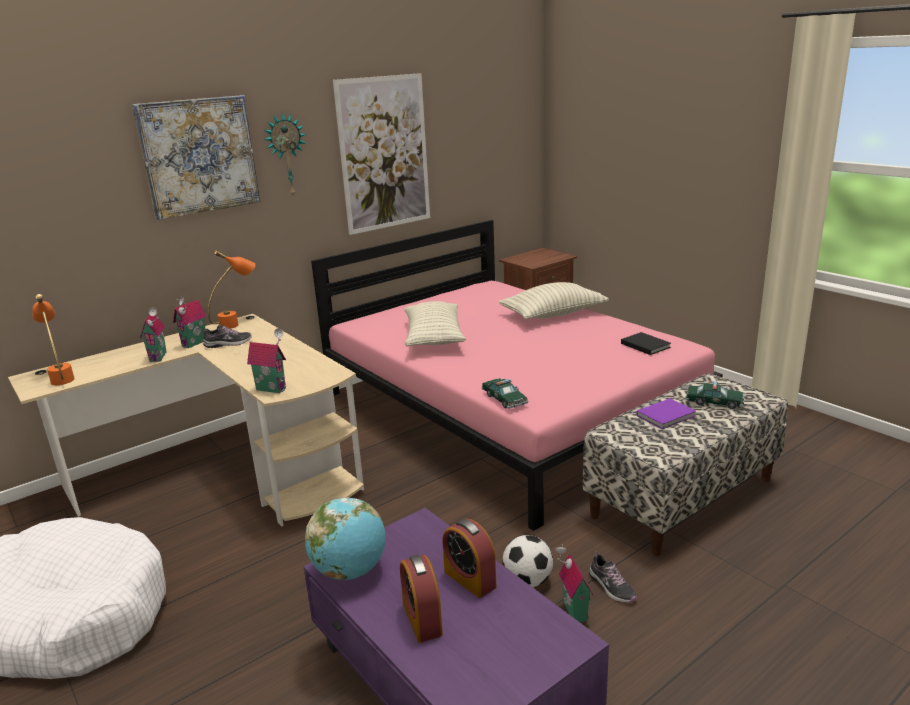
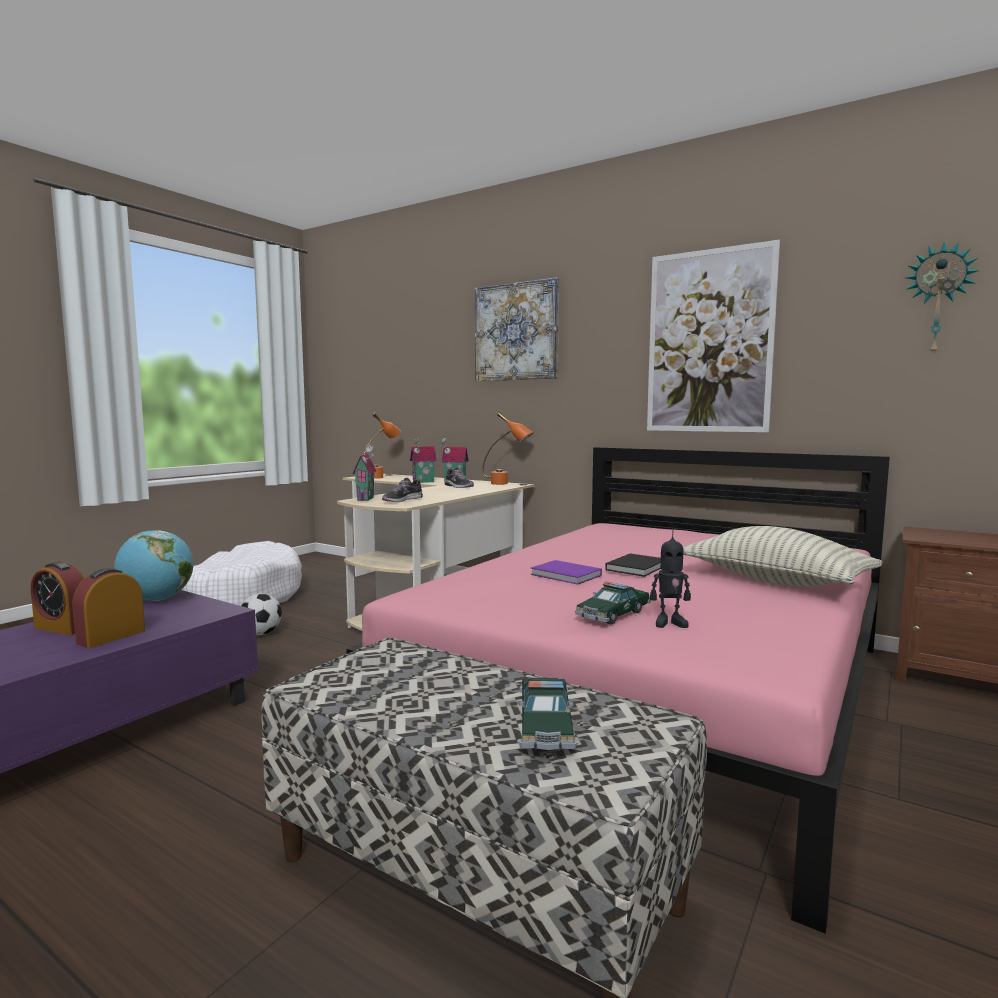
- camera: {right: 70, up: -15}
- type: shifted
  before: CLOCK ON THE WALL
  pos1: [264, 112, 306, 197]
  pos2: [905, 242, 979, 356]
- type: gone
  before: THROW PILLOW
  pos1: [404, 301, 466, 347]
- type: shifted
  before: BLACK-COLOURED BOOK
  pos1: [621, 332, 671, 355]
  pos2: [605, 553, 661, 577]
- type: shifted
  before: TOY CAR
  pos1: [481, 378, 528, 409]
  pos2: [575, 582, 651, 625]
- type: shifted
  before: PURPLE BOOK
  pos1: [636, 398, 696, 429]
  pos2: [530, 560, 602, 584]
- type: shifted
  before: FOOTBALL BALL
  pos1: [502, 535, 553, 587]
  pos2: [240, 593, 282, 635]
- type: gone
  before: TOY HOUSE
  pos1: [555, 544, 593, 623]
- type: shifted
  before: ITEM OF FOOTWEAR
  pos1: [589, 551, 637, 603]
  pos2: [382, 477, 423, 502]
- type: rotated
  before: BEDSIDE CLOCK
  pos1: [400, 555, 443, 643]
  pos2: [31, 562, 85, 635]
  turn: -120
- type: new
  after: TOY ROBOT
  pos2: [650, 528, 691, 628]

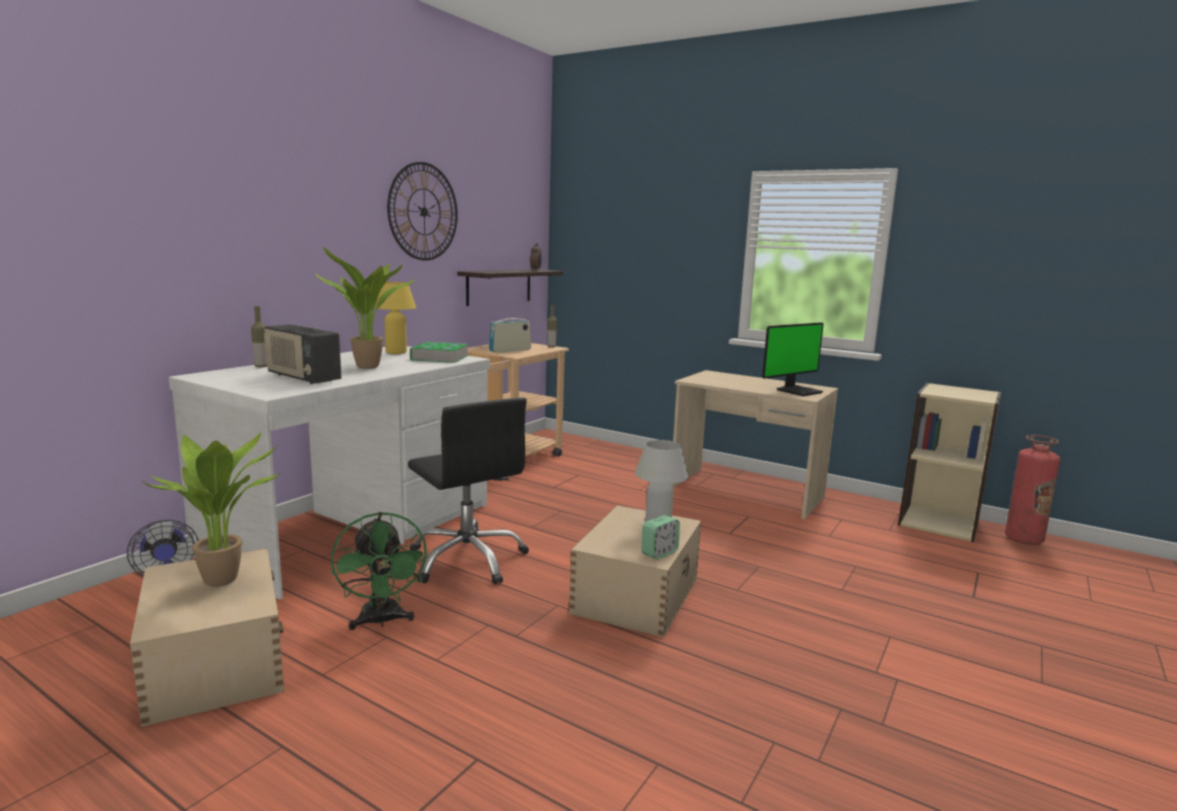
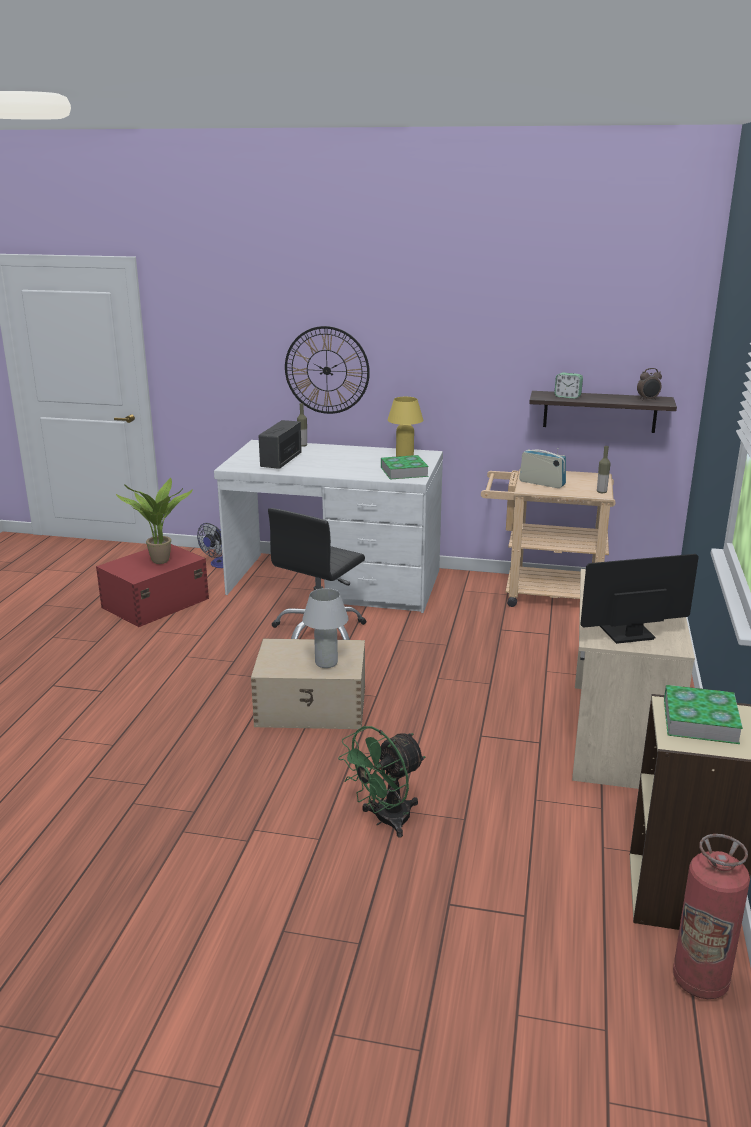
- camera: {right: 70, up: 10}
- type: shifted
  before: CLOCK ON THE WALL
  pos1: [387, 162, 458, 261]
  pos2: [285, 326, 370, 414]
- type: gone
  before: HOUSEPLANT
  pos1: [315, 247, 415, 369]
- type: rotated
  before: COMPUTER DISPLAY
  pos1: [762, 322, 824, 396]
  pos2: [580, 554, 699, 644]
  turn: 135
- type: shifted
  before: GREEN FAN
  pos1: [331, 512, 429, 630]
  pos2: [338, 726, 426, 837]
- type: shifted
  before: BEDSIDE CLOCK
  pos1: [642, 515, 680, 559]
  pos2: [554, 372, 583, 399]
- type: repainted
  before: BEIGE-COLOURED STORAGE CONTAINER
  after: RED STORAGE CONTAINER
  pos1: [130, 548, 284, 727]
  pos2: [96, 544, 209, 627]
- type: new
  after: BOOK
  pos2: [664, 685, 743, 744]

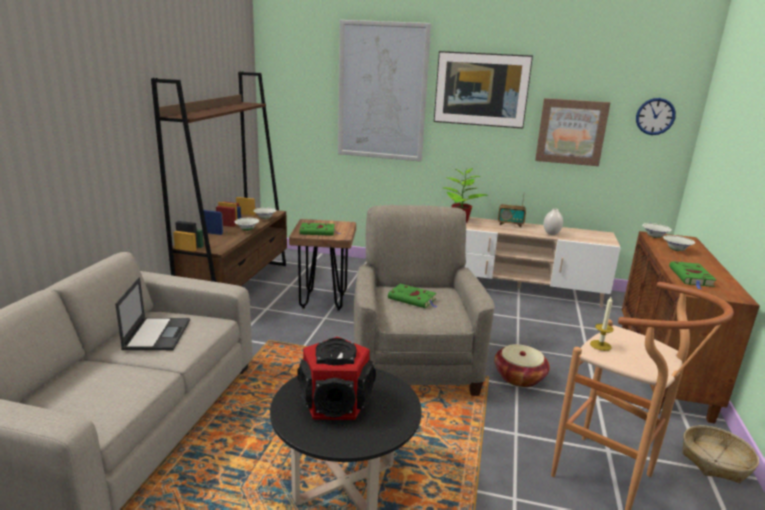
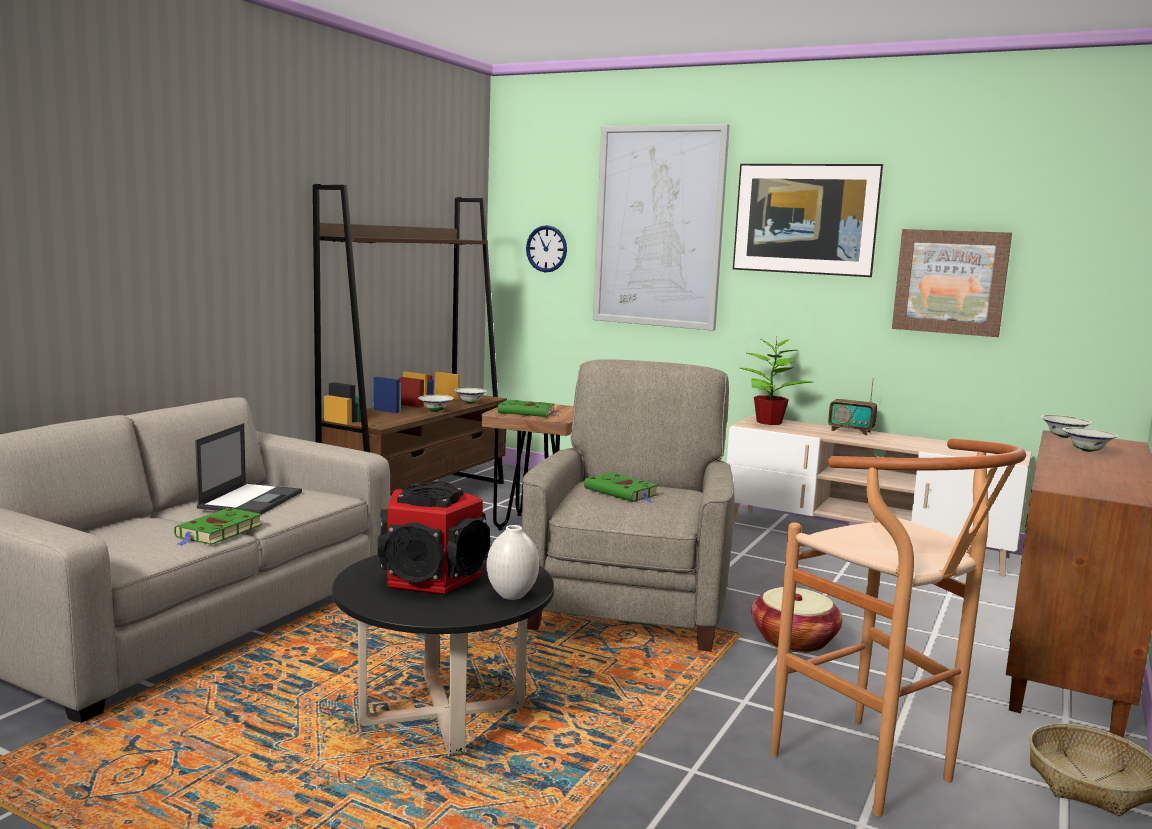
- camera: {right: 15, up: -10}
- type: shifted
  before: CLOCK ON THE WALL
  pos1: [636, 98, 676, 135]
  pos2: [526, 225, 567, 272]
- type: shifted
  before: WHITISH DECORATIVE VASE
  pos1: [544, 209, 563, 235]
  pos2: [487, 525, 539, 600]
- type: shifted
  before: GREEN BOOK
  pos1: [669, 261, 717, 289]
  pos2: [174, 508, 262, 546]
- type: gone
  before: WAX CANDLE
  pos1: [590, 297, 614, 351]

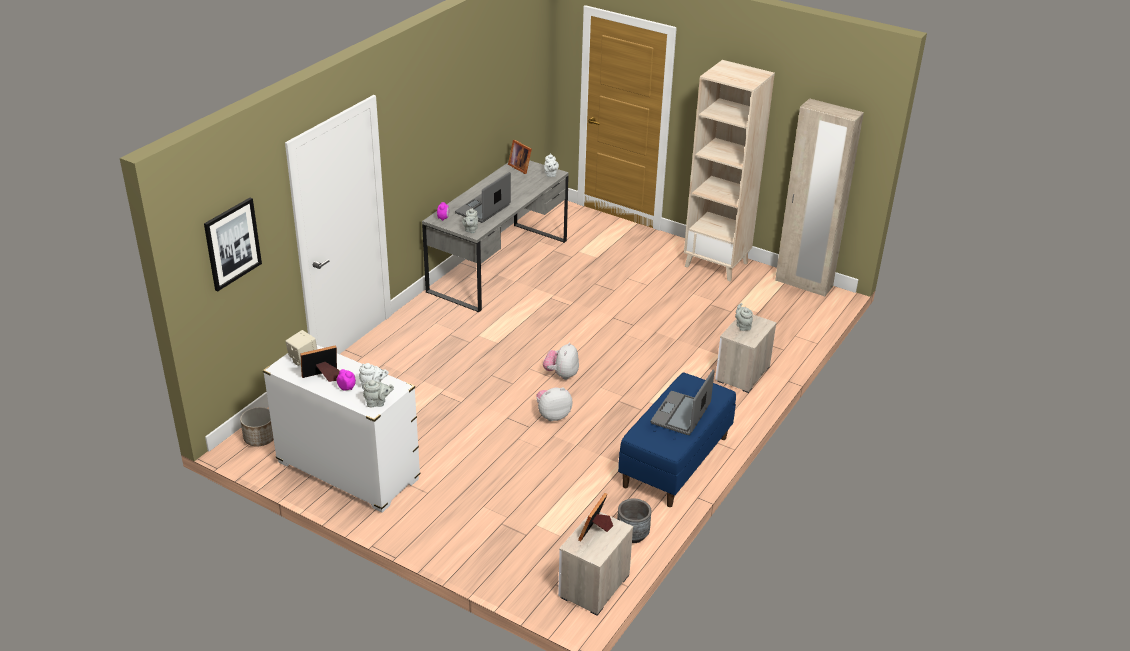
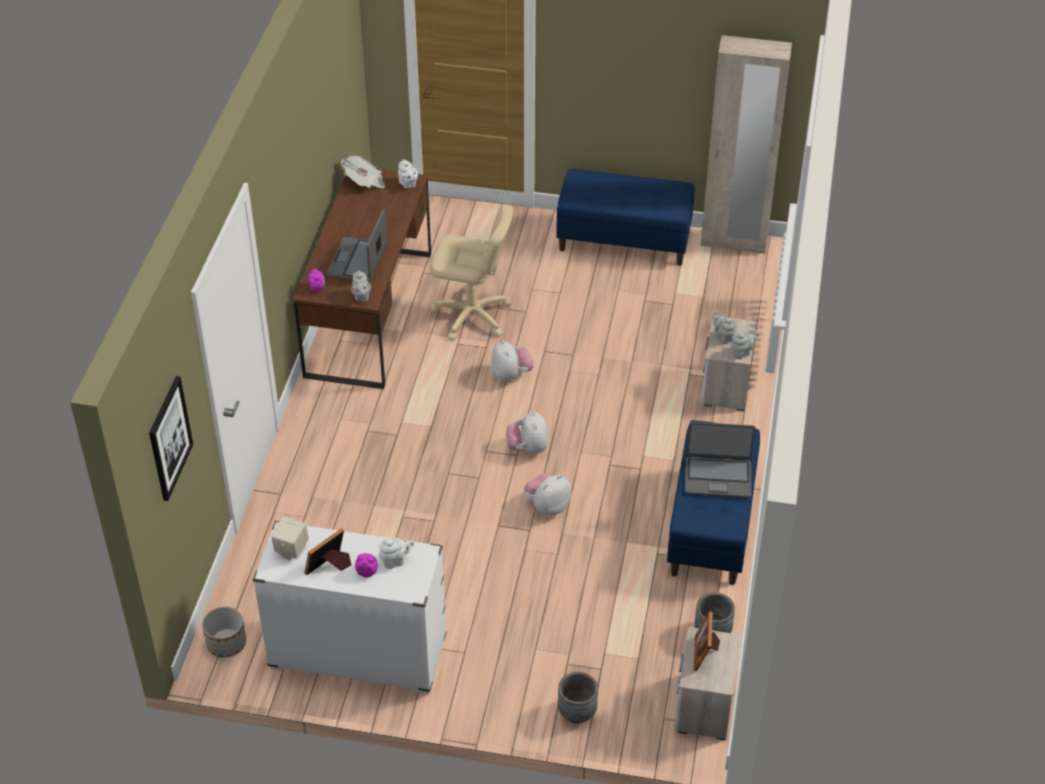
- camera: {right: -20, up: 10}
- type: swapped
  before: BEIGE-COLOURED SHELVING UNIT
  after: BLUE LONG SEAT
  pos1: [684, 60, 775, 282]
  pos2: [556, 169, 695, 266]
- type: swapped
  before: PICTURE FRAME
  after: NEWSPAPER
  pos1: [508, 140, 532, 174]
  pos2: [341, 156, 385, 188]
- type: repainted
  before: GREYISH DESK
  after: BROWN DESK
  pos1: [422, 160, 569, 313]
  pos2: [293, 169, 431, 390]
- type: rotated
  before: PORTABLE COMPUTER
  pos1: [651, 369, 715, 435]
  pos2: [685, 422, 755, 498]
  turn: -90
- type: shifted
  before: GREYISH TEAPOT
  pos1: [363, 380, 394, 407]
  pos2: [731, 332, 759, 359]
- type: new
  after: BEIGE-COLOURED OFFICE CHAIR
  pos2: [430, 204, 513, 341]
- type: new
  after: SOFT TOY
  pos2: [491, 340, 534, 382]
- type: new
  after: GREYISH PLANTER
  pos2: [558, 672, 598, 723]

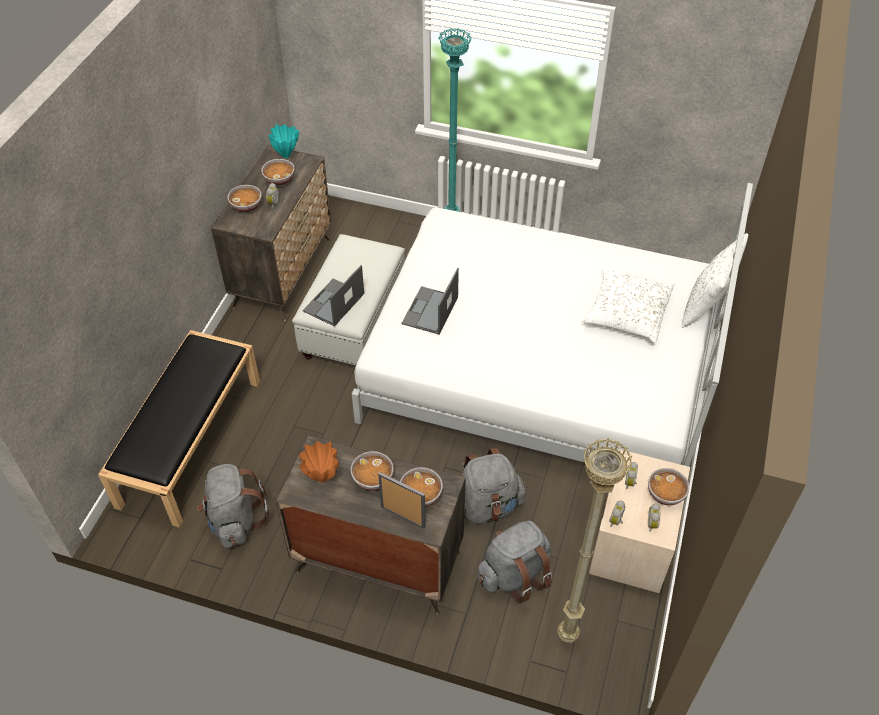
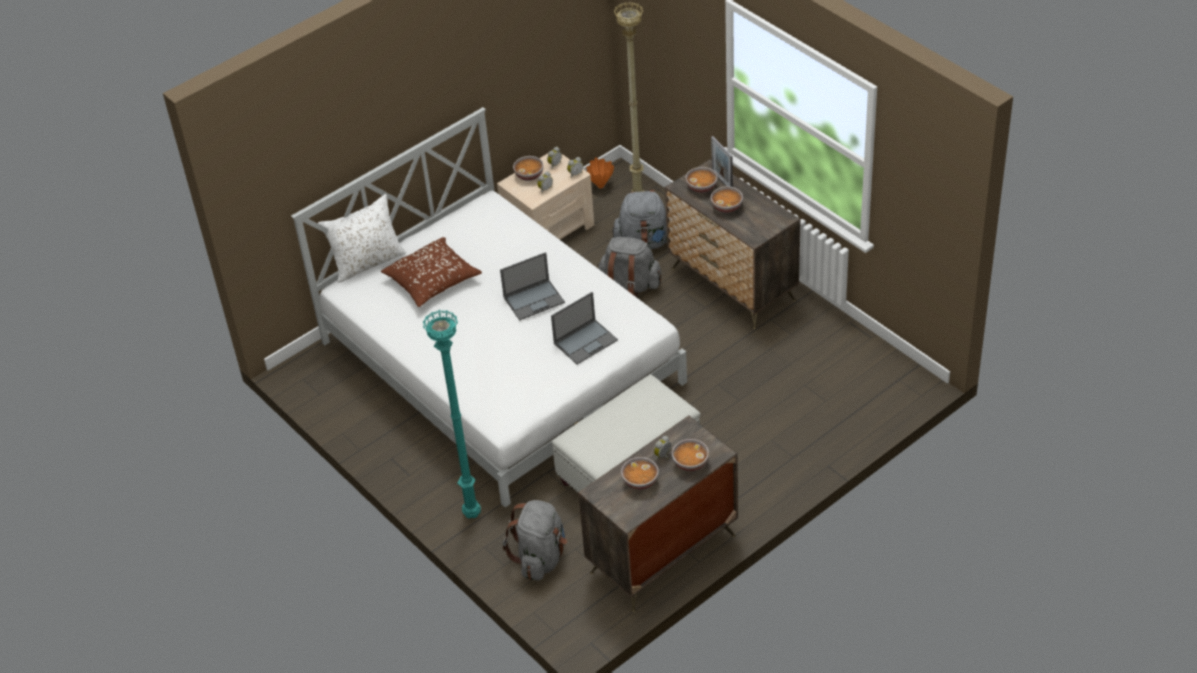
- camera: {right: -145, up: -5}
- type: gone
  before: TURQUOISE-COLOURED DECORATIVE VASE
  pos1: [268, 124, 299, 158]
- type: shifted
  before: PORTABLE COMPUTER
  pos1: [303, 265, 364, 327]
  pos2: [500, 252, 565, 321]
- type: repainted
  before: WHITISH THROW PILLOW
  after: BROWN THROW PILLOW
  pos1: [581, 266, 675, 343]
  pos2: [381, 237, 482, 307]
- type: gone
  before: BLACK-COLOURED LONG SEAT
  pos1: [98, 330, 260, 528]
- type: shifted
  before: ORANGE-COLOURED DECORATIVE VASE
  pos1: [299, 441, 338, 482]
  pos2: [586, 157, 614, 188]
- type: shifted
  before: GREYISH KNAPSACK
  pos1: [196, 464, 269, 548]
  pos2: [503, 500, 567, 581]

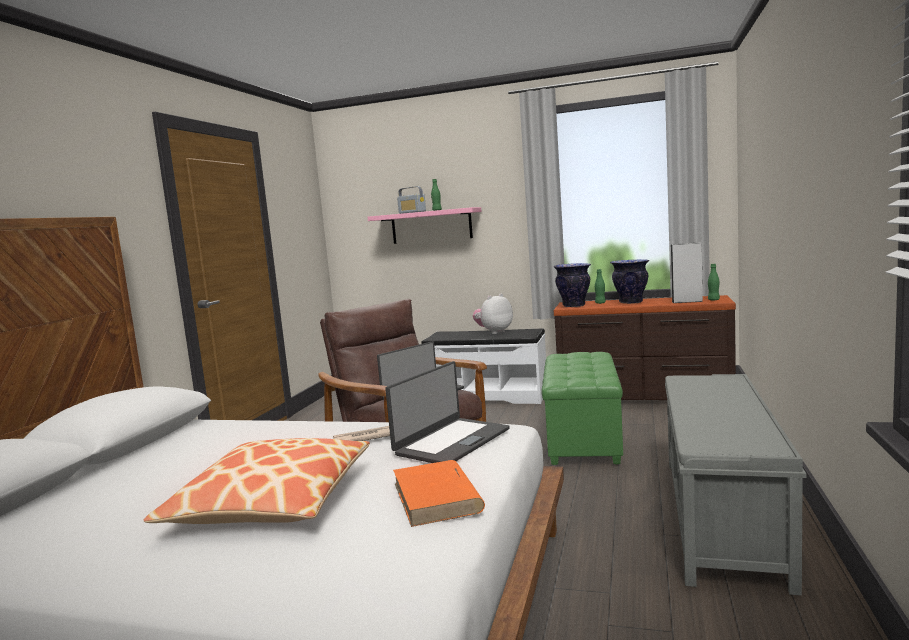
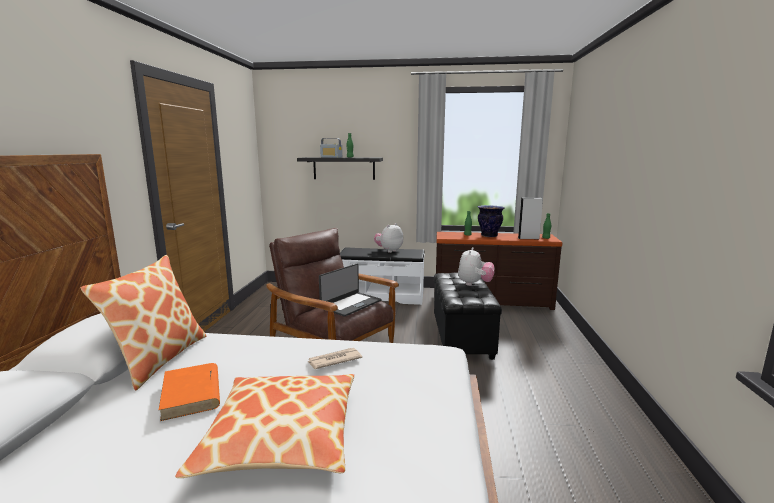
- camera: {right: -10, up: 5}
- type: repainted
  before: PINK-COLOURED SHELF
  after: BLACK-COLOURED SHELF
  pos1: [368, 207, 482, 244]
  pos2: [297, 157, 383, 180]
- type: gone
  before: DECORATIVE VASE
  pos1: [554, 263, 591, 307]
- type: repainted
  before: GREEN FOOTREST
  after: BLACK-COLOURED FOOTREST
  pos1: [541, 352, 623, 465]
  pos2: [434, 273, 502, 360]
- type: gone
  before: PORTABLE COMPUTER
  pos1: [385, 361, 510, 463]
- type: gone
  before: GREYISH LONG SEAT
  pos1: [665, 374, 807, 596]
- type: shifted
  before: ORANGE-COLOURED BOOK
  pos1: [393, 460, 485, 527]
  pos2: [159, 363, 220, 421]
- type: new
  after: SOFT TOY
  pos2: [458, 247, 495, 286]
- type: new
  after: THROW PILLOW
  pos2: [81, 255, 206, 391]

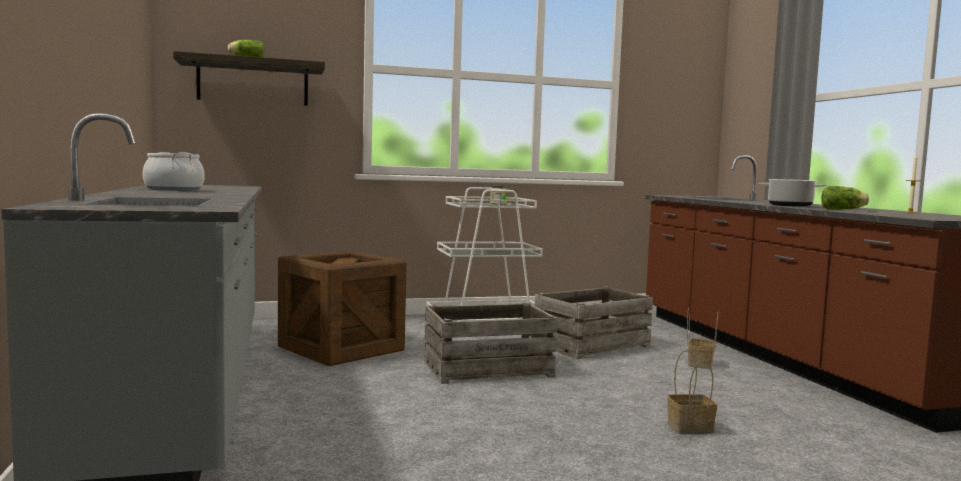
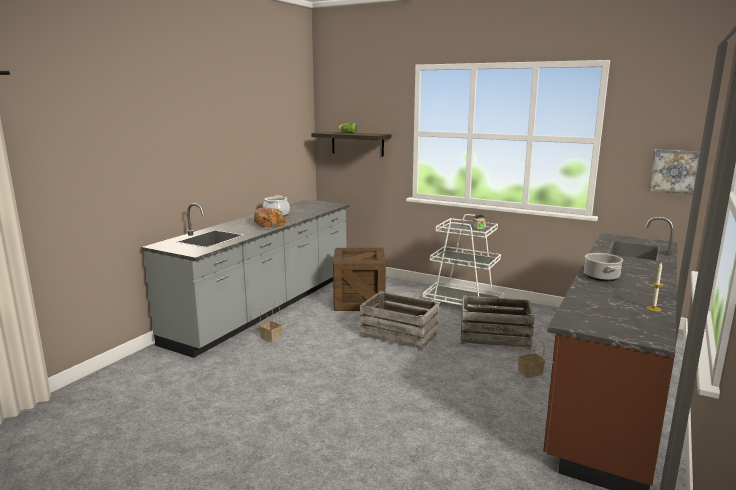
- camera: {right: 45, up: 10}
- type: gone
  before: HEAD OF LETTUCE
  pos1: [821, 186, 869, 209]
- type: shifted
  before: STORAGE BASKET
  pos1: [667, 350, 717, 434]
  pos2: [259, 303, 282, 342]
- type: new
  after: WALL PICTURE
  pos2: [649, 150, 700, 194]
- type: new
  after: BAKERY BREAD
  pos2: [254, 208, 287, 227]

